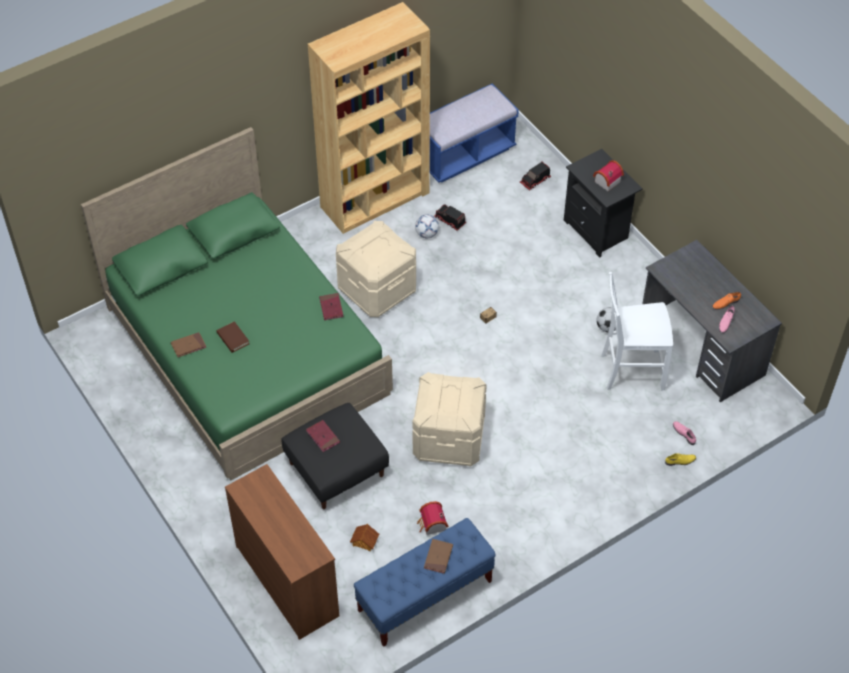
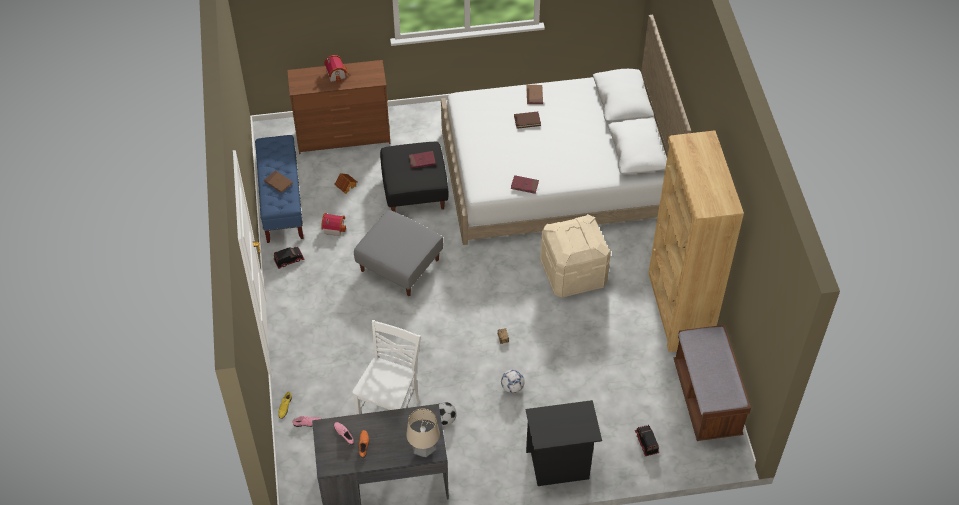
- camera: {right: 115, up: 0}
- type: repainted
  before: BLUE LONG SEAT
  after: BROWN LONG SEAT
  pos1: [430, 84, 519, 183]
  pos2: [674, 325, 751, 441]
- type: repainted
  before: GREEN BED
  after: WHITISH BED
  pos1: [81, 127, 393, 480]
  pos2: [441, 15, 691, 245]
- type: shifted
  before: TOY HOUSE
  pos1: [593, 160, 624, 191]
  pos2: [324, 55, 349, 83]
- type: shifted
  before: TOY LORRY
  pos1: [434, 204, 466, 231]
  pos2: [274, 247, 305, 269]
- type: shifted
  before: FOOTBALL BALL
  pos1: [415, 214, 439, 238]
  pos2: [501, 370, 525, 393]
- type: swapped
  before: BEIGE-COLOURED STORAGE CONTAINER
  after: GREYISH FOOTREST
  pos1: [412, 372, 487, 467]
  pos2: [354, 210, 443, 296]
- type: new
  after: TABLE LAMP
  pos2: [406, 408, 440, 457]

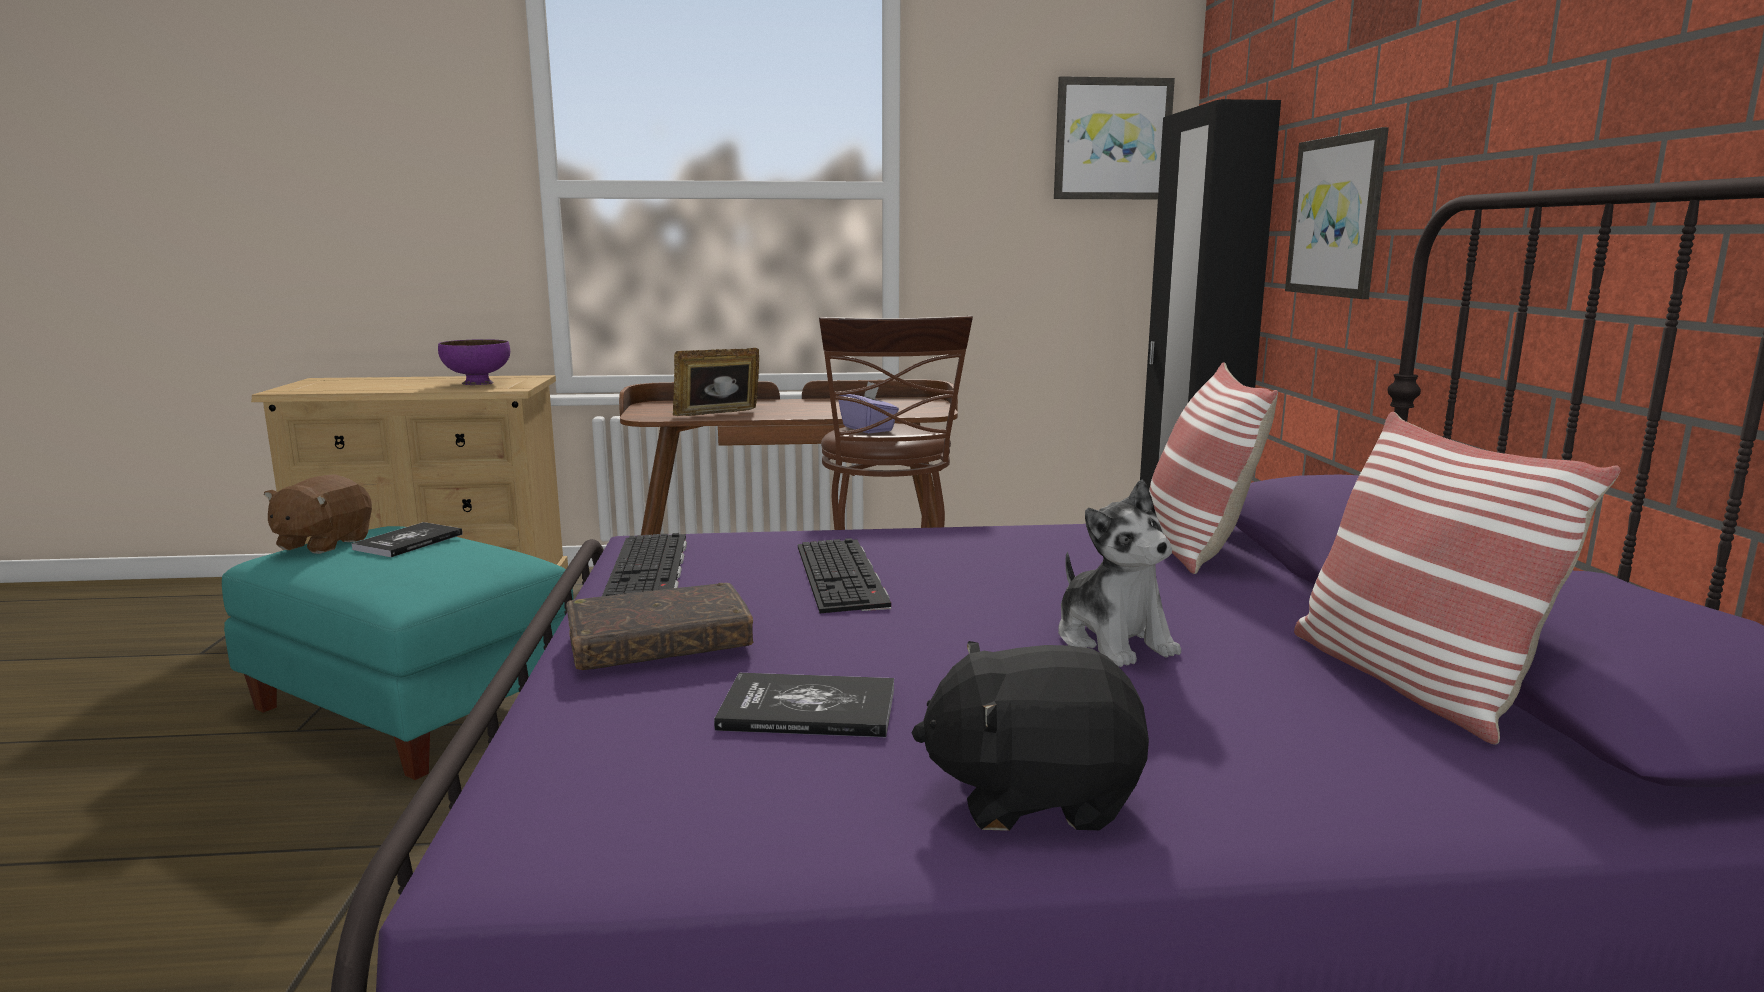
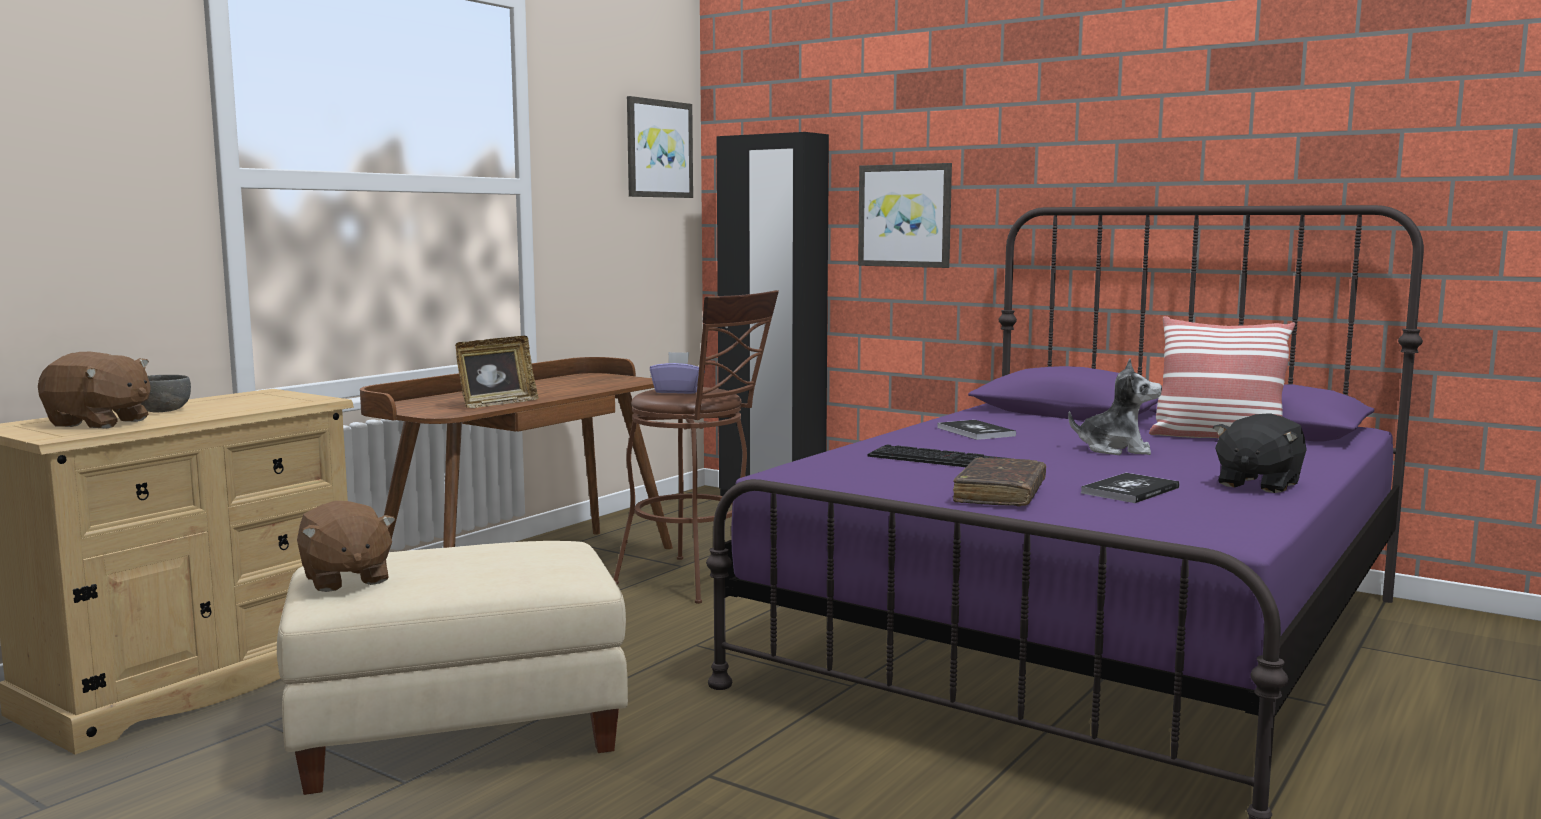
- camera: {right: -50, up: -5}
- type: gone
  before: PURPLE SERVING BOWL
  pos1: [438, 339, 510, 385]
- type: rotated
  before: PICTURE FRAME
  pos1: [673, 348, 759, 416]
  pos2: [455, 336, 539, 408]
  turn: -150
- type: gone
  before: THROW PILLOW
  pos1: [1149, 363, 1278, 574]
- type: shifted
  before: BOOK
  pos1: [351, 522, 463, 557]
  pos2: [937, 420, 1016, 440]
- type: repainted
  before: TURQUOISE-COLOURED FOOTREST
  after: BEIGE-COLOURED FOOTREST
  pos1: [222, 526, 574, 780]
  pos2: [277, 541, 628, 795]
- type: gone
  before: COMPUTER KEYBOARD
  pos1: [602, 533, 687, 596]
- type: new
  after: BROWN SOFT TOY
  pos2: [38, 352, 151, 429]
- type: new
  after: GREYISH SERVING BOWL
  pos2: [141, 375, 191, 412]

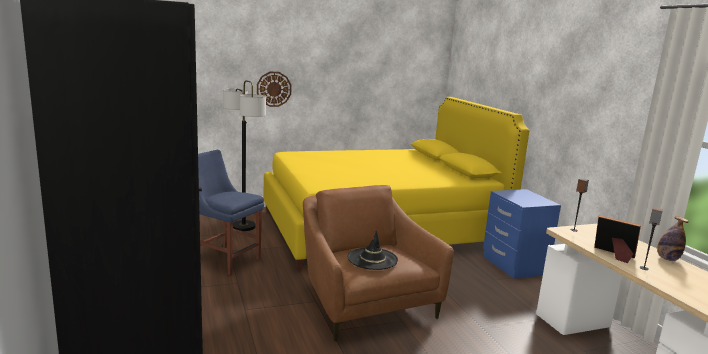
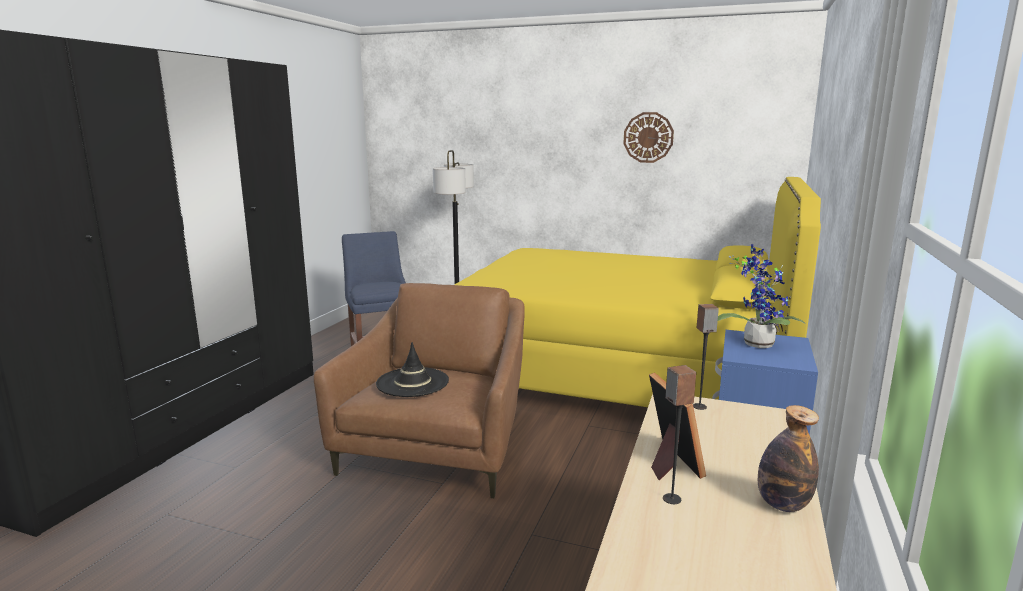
- camera: {right: 40, up: 0}
- type: shifted
  before: CLOCK ON THE WALL
  pos1: [257, 72, 292, 107]
  pos2: [623, 112, 674, 163]
- type: new
  after: HOUSEPLANT
  pos2: [718, 244, 805, 348]

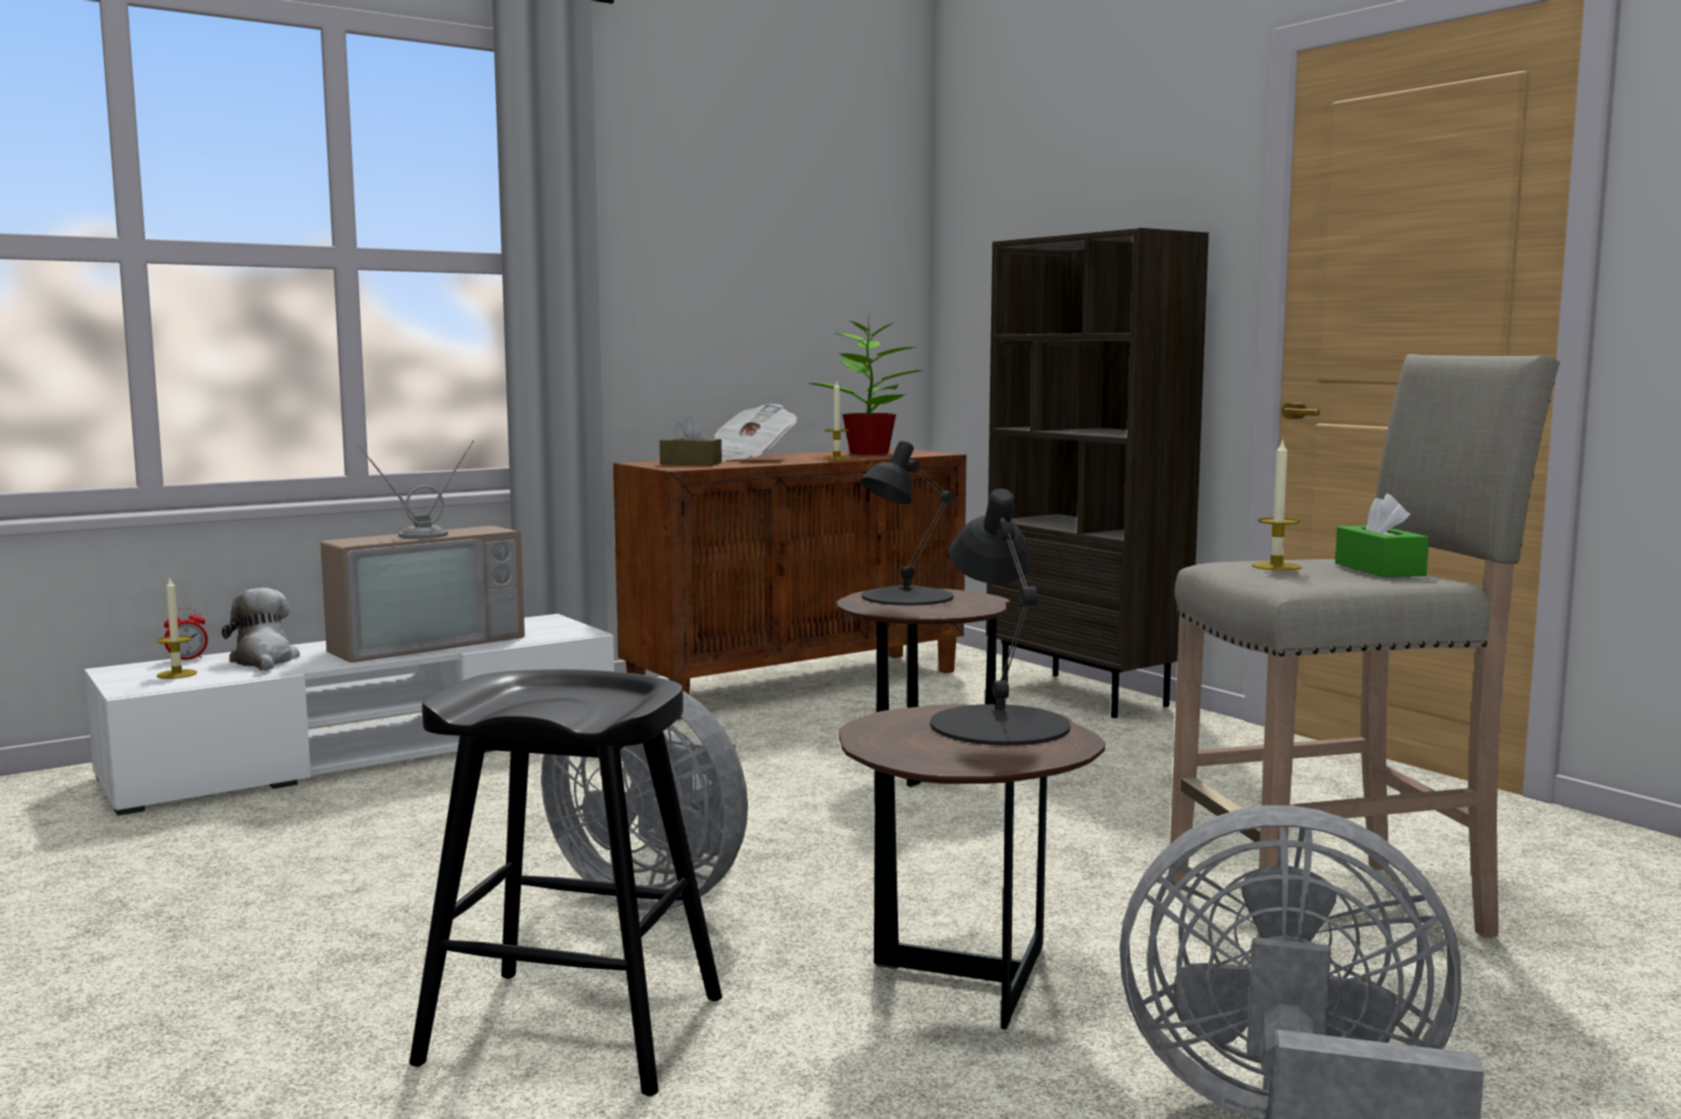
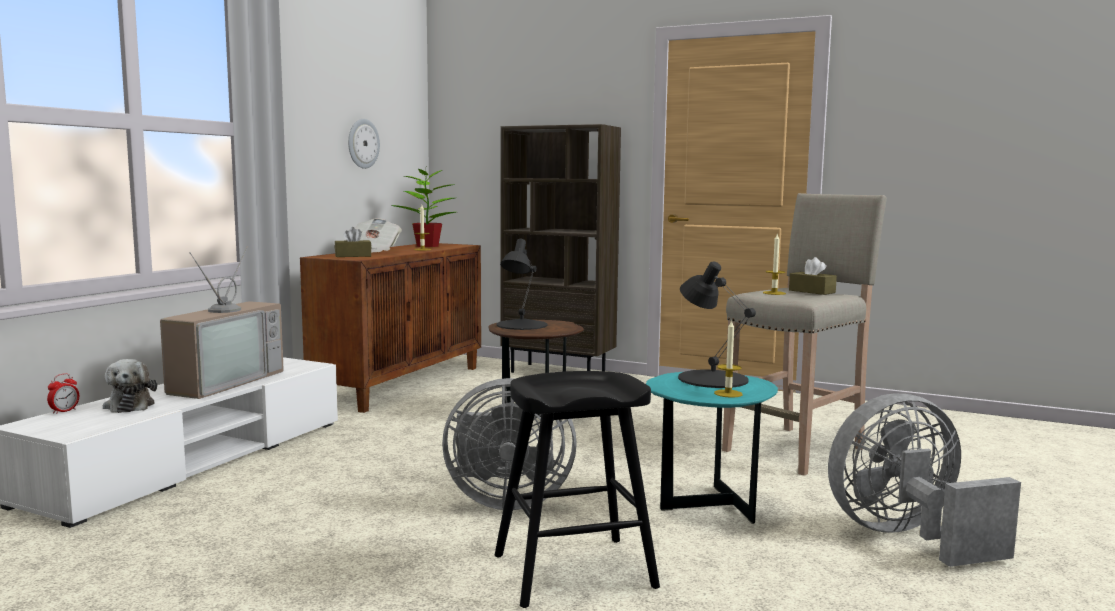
- camera: {right: -30, up: 0}
- type: repainted
  before: GREEN TISSUE BOX
  after: BROWN TISSUE BOX
  pos1: [1335, 494, 1429, 577]
  pos2: [789, 257, 837, 295]
- type: shifted
  before: WAX CANDLE
  pos1: [157, 578, 197, 679]
  pos2: [714, 319, 742, 398]
- type: rotated
  before: SOFT TOY
  pos1: [222, 588, 300, 671]
  pos2: [103, 359, 157, 413]
  turn: -150
- type: repainted
  before: BROWN END TABLE
  after: TURQUOISE-COLOURED END TABLE
  pos1: [839, 704, 1105, 1030]
  pos2: [646, 372, 778, 524]
- type: new
  after: CLOCK ON THE WALL
  pos2: [348, 119, 380, 169]

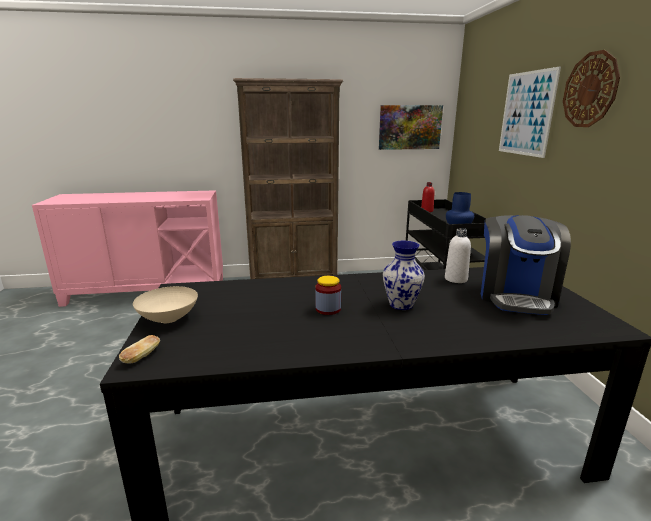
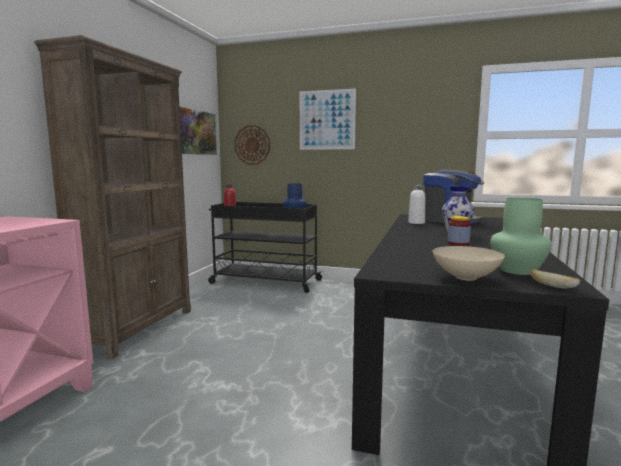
- camera: {right: -65, up: -10}
- type: shifted
  before: CLOCK ON THE WALL
  pos1: [563, 50, 620, 127]
  pos2: [234, 125, 270, 165]
- type: new
  after: GREEN DECORATIVE VASE
  pos2: [490, 198, 552, 275]

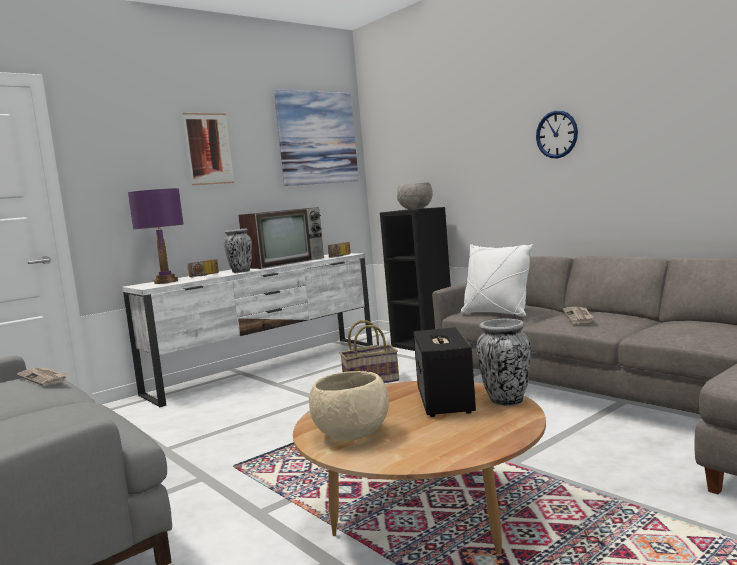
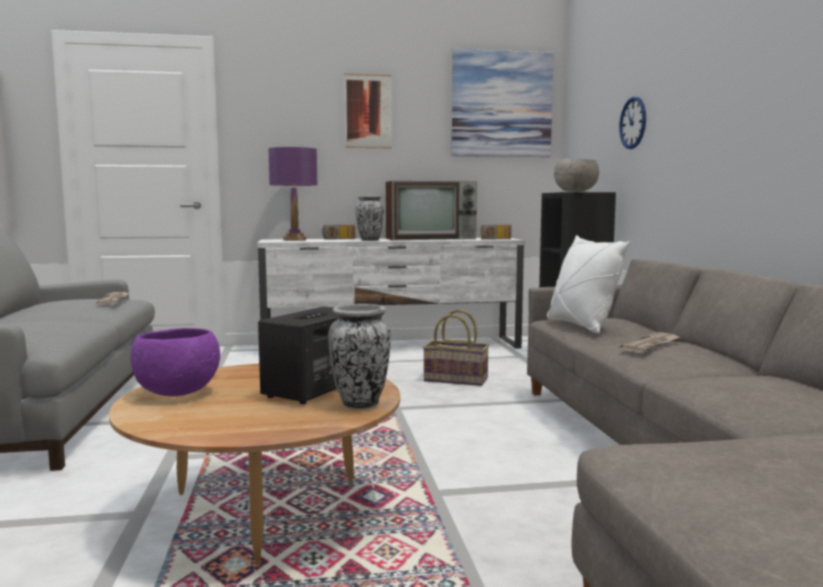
- camera: {right: 30, up: 0}
- type: shifted
  before: CLOCK ON THE WALL
  pos1: [536, 111, 578, 158]
  pos2: [619, 97, 646, 149]
- type: repainted
  before: BEIGE-COLOURED SERVING BOWL
  after: PURPLE SERVING BOWL
  pos1: [309, 371, 389, 441]
  pos2: [131, 328, 220, 396]

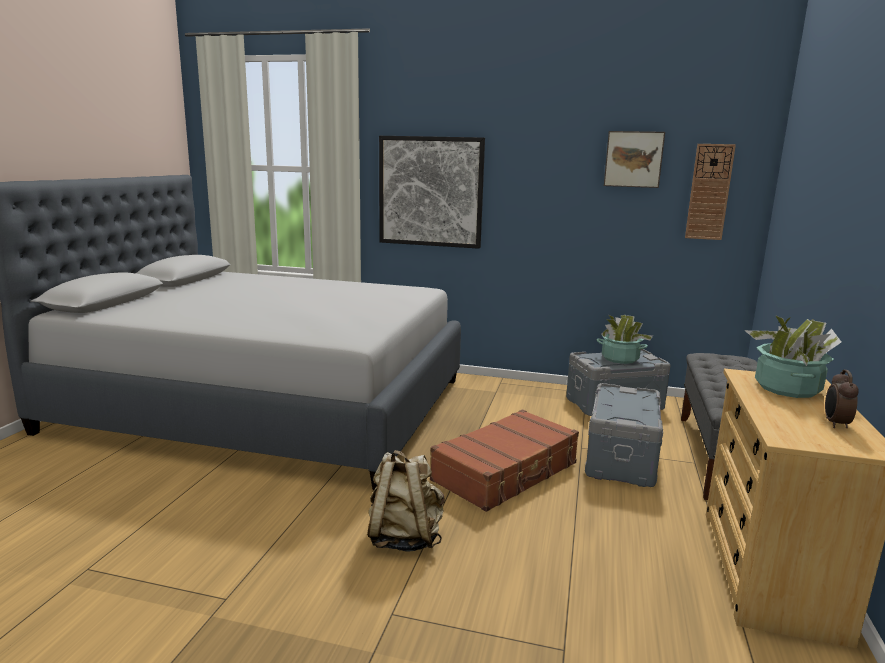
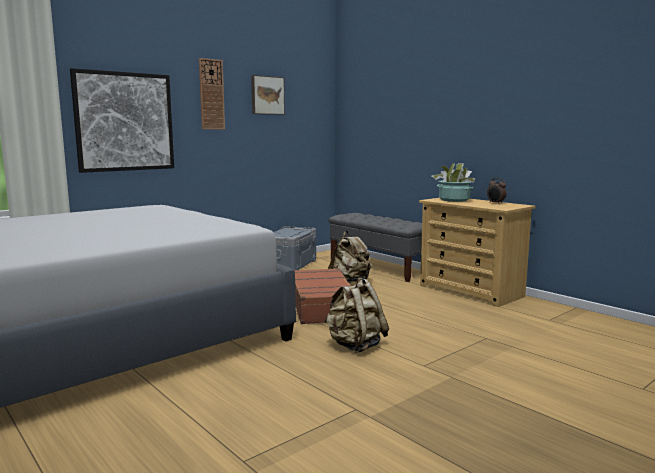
- camera: {right: -55, up: -5}
- type: shifted
  before: CLOCK ON THE WALL
  pos1: [685, 144, 736, 240]
  pos2: [199, 58, 225, 129]
- type: gone
  before: HOUSEPLANT
  pos1: [596, 315, 653, 364]
- type: swapped
  before: GREYISH STORAGE CONTAINER
  after: BEIGE-COLOURED KNAPSACK
  pos1: [585, 383, 663, 487]
  pos2: [328, 231, 372, 283]

